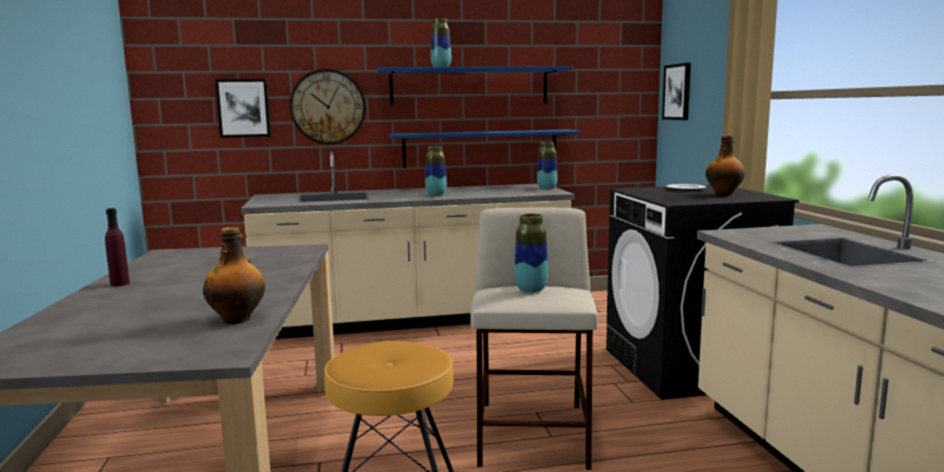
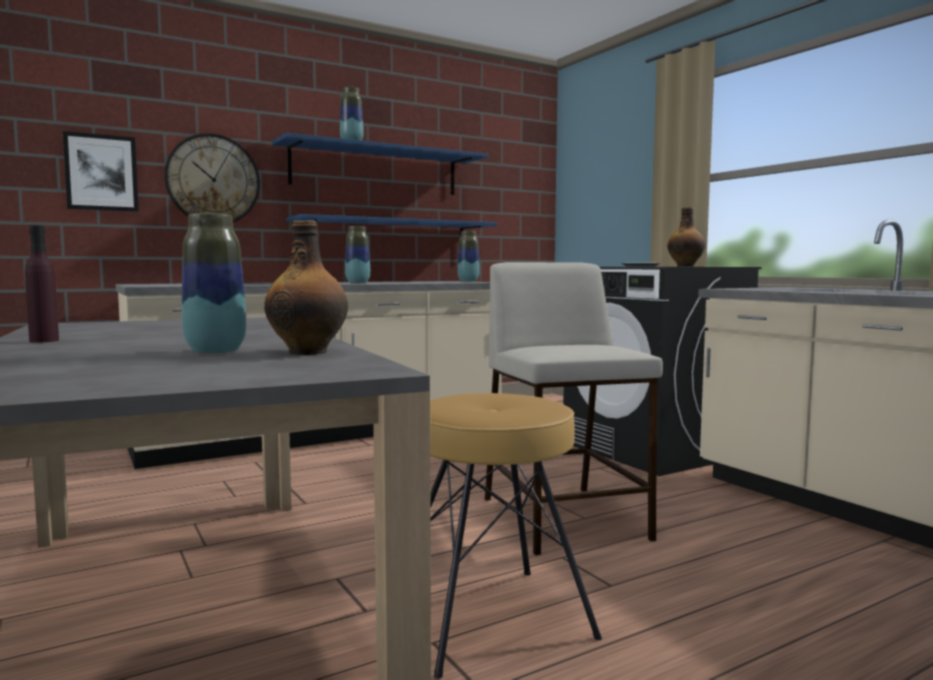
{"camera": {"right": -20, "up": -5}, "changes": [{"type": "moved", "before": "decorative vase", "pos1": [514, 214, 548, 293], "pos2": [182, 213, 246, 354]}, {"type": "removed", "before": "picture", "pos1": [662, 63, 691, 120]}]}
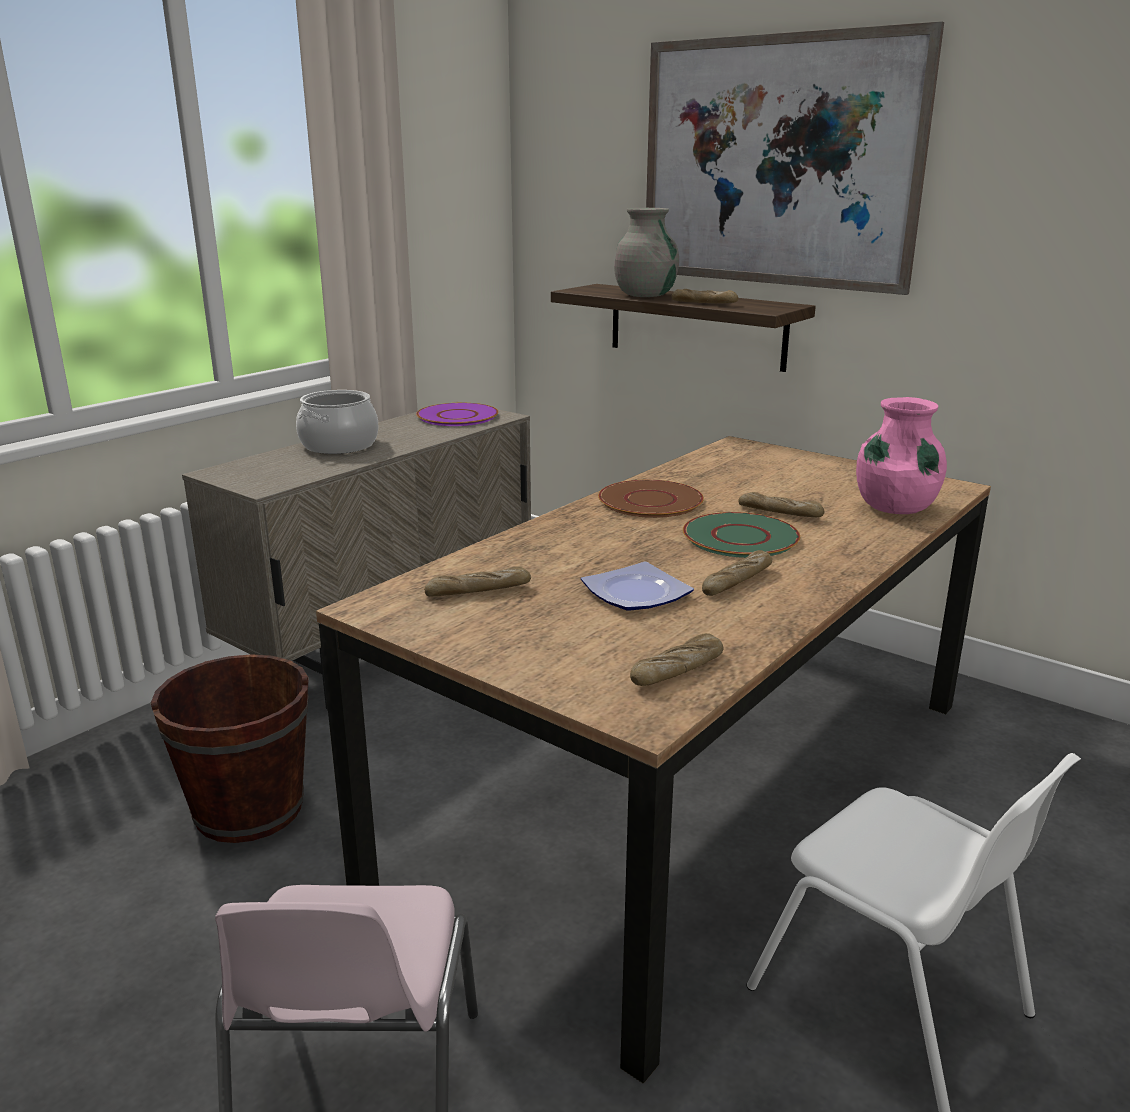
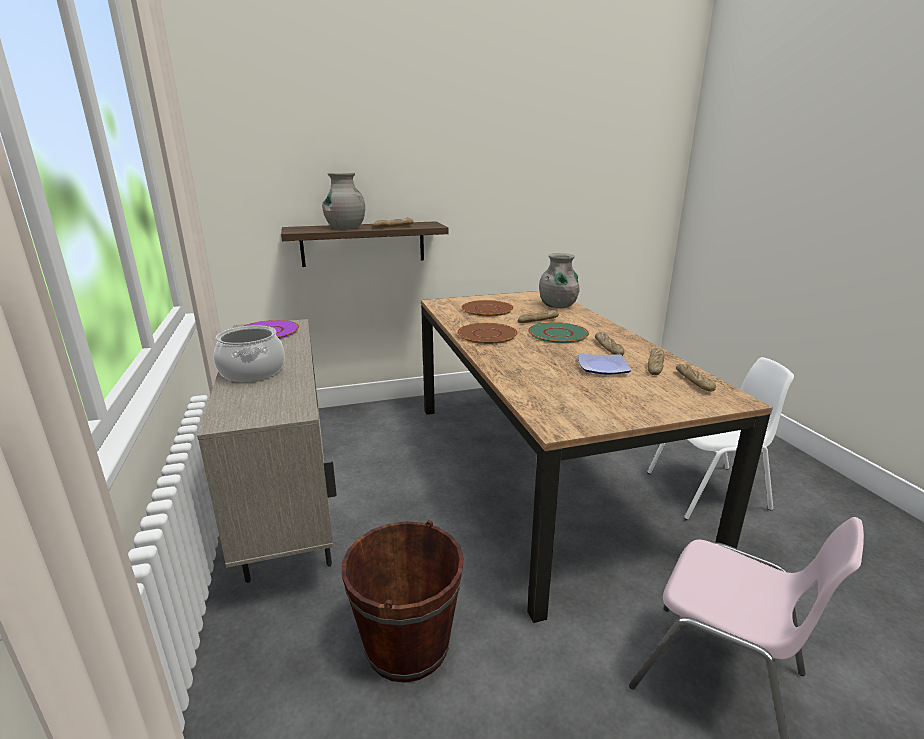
{"camera": {"right": -55, "up": 0}, "changes": [{"type": "added", "after": "brownish dinner plate", "pos2": [462, 300, 514, 316]}, {"type": "recoloured", "before": "pinkish decorative vase", "after": "grey decorative vase", "pos1": [856, 397, 947, 514], "pos2": [539, 253, 580, 308]}, {"type": "moved", "before": "bread", "pos1": [424, 566, 531, 596], "pos2": [648, 348, 664, 375]}, {"type": "removed", "before": "picture", "pos1": [646, 21, 944, 295]}]}
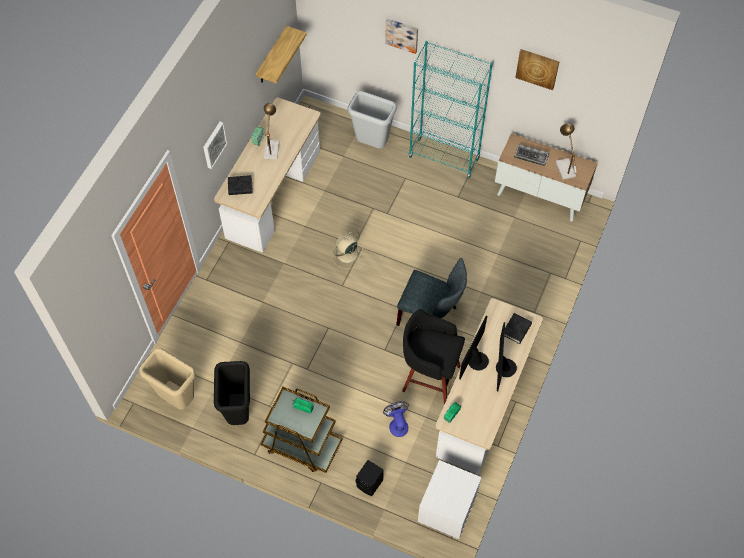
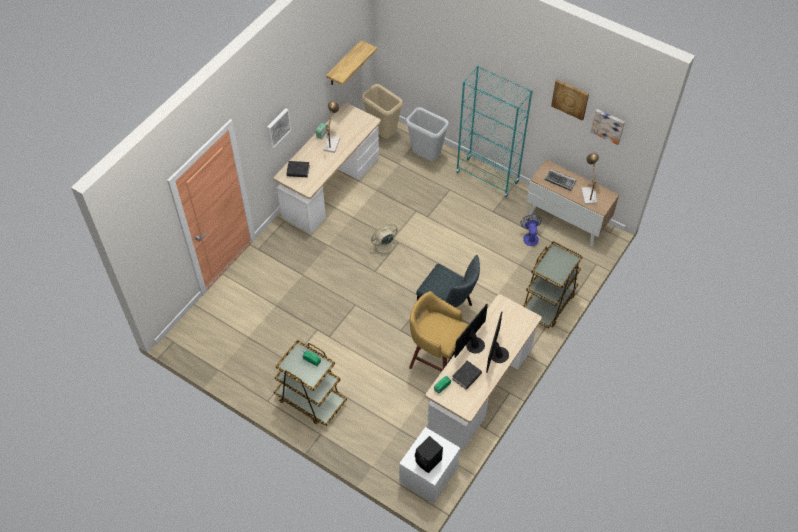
{"camera": {"right": 10, "up": -5}, "changes": [{"type": "moved", "before": "beige rubbish bin", "pos1": [139, 348, 196, 409], "pos2": [361, 84, 403, 139]}, {"type": "recoloured", "before": "black-coloured stool", "after": "yellow-coloured stool", "pos1": [402, 309, 465, 405], "pos2": [409, 291, 468, 372]}, {"type": "moved", "before": "black-coloured speaker", "pos1": [355, 460, 384, 496], "pos2": [415, 436, 443, 473]}, {"type": "moved", "before": "black-coloured volume", "pos1": [504, 313, 532, 344], "pos2": [452, 361, 482, 390]}, {"type": "moved", "before": "electric fan", "pos1": [383, 401, 409, 437], "pos2": [520, 214, 542, 246]}, {"type": "added", "after": "brownish wheeled cart", "pos2": [523, 241, 583, 328]}, {"type": "moved", "before": "picture", "pos1": [385, 18, 418, 54], "pos2": [591, 109, 625, 145]}, {"type": "removed", "before": "black-coloured rubbish bin", "pos1": [214, 361, 250, 425]}]}
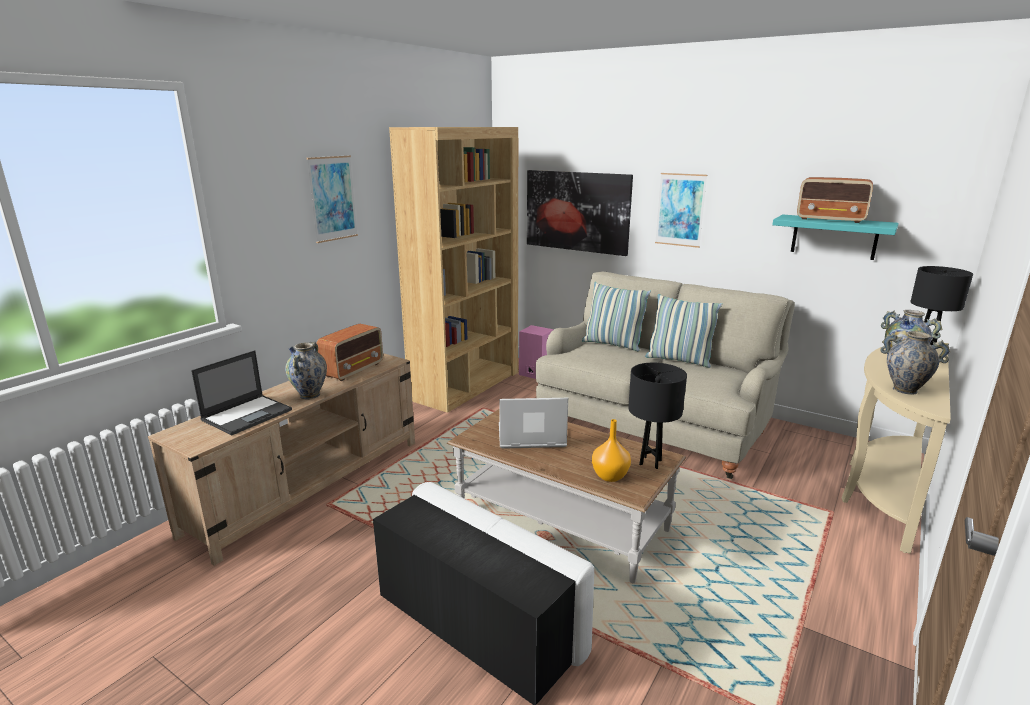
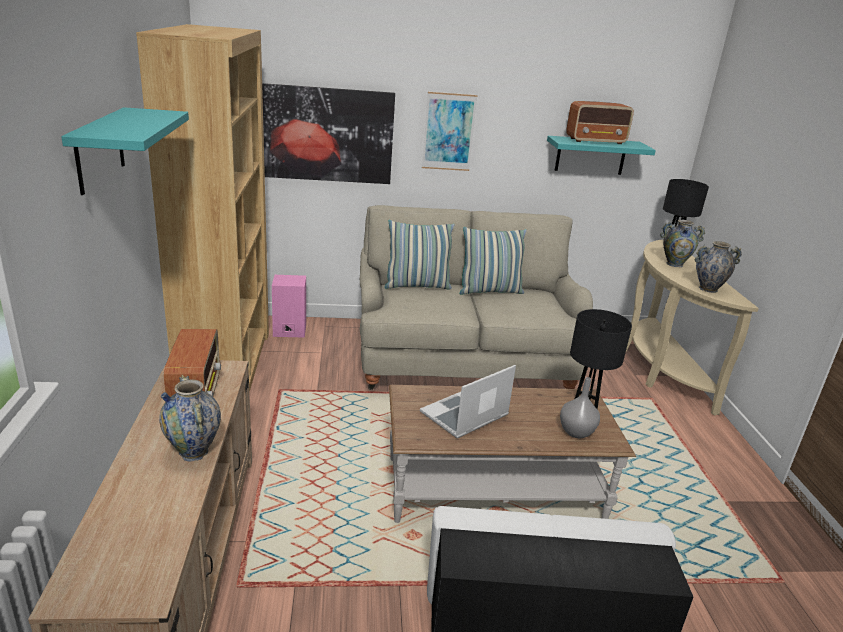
{"camera": {"right": -40, "up": 5}, "changes": [{"type": "replaced", "before": "picture", "after": "blue-green shelf", "pos1": [307, 155, 358, 243], "pos2": [61, 107, 189, 195]}, {"type": "recoloured", "before": "orangey decorative vase", "after": "grey decorative vase", "pos1": [592, 419, 631, 482], "pos2": [560, 377, 600, 438]}, {"type": "removed", "before": "notebook computer", "pos1": [191, 350, 292, 436]}]}
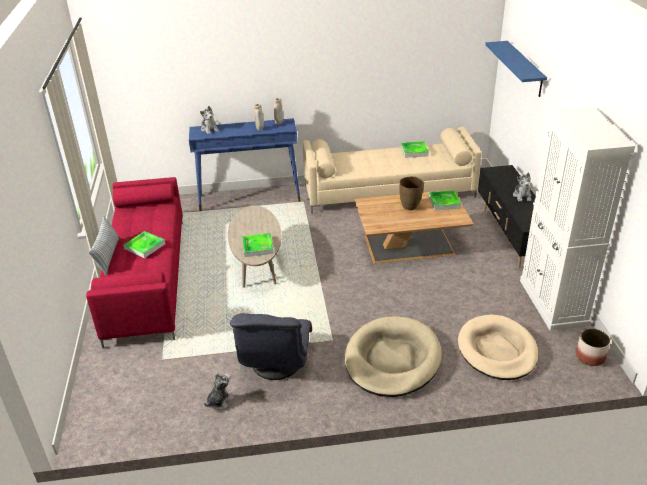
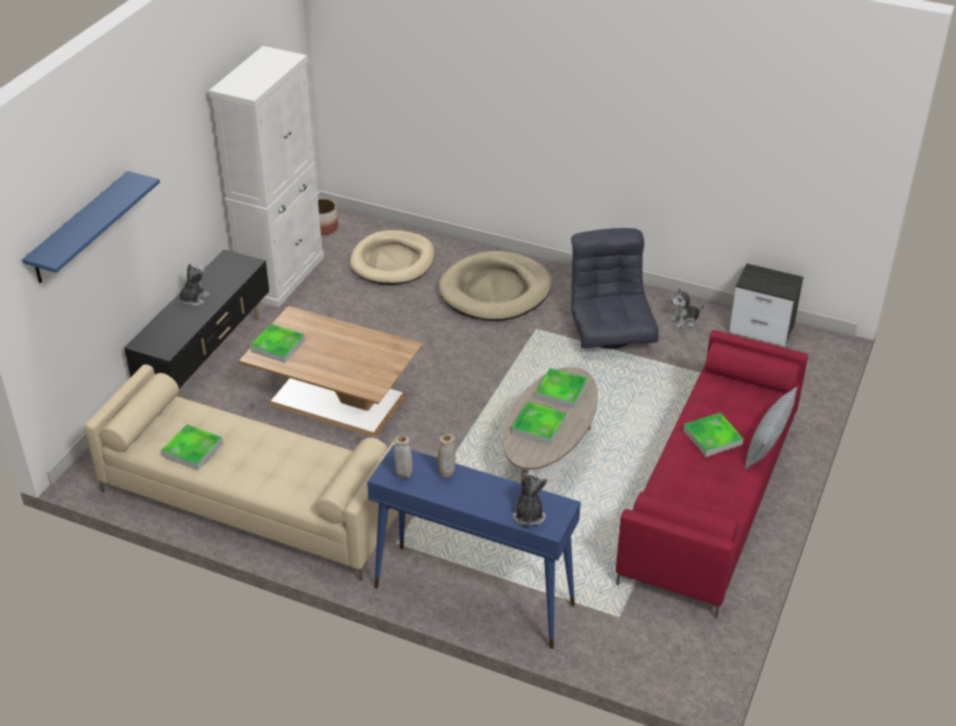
{"camera": {"right": -150, "up": 5}, "changes": [{"type": "added", "after": "tray", "pos2": [511, 402, 567, 445]}, {"type": "turned", "before": "grey armchair", "pos1": [230, 313, 312, 380], "pos2": [571, 228, 659, 349], "turn": -45}, {"type": "added", "after": "bedside table", "pos2": [729, 264, 804, 346]}, {"type": "removed", "before": "brownish decorative vase", "pos1": [399, 176, 424, 210]}]}
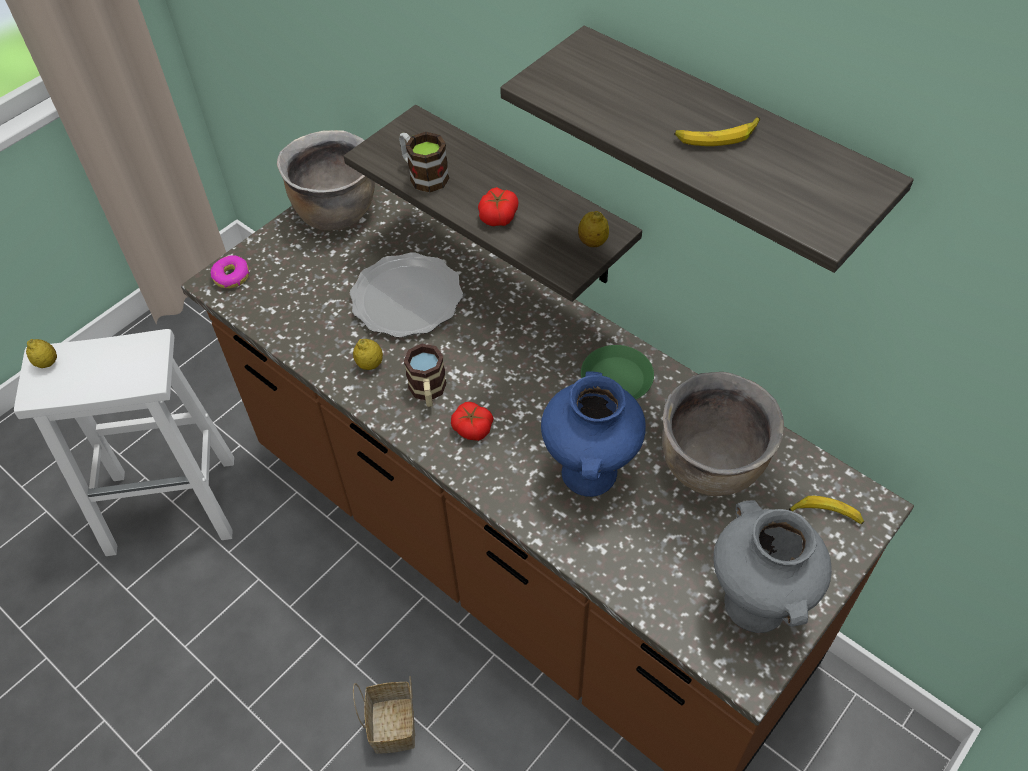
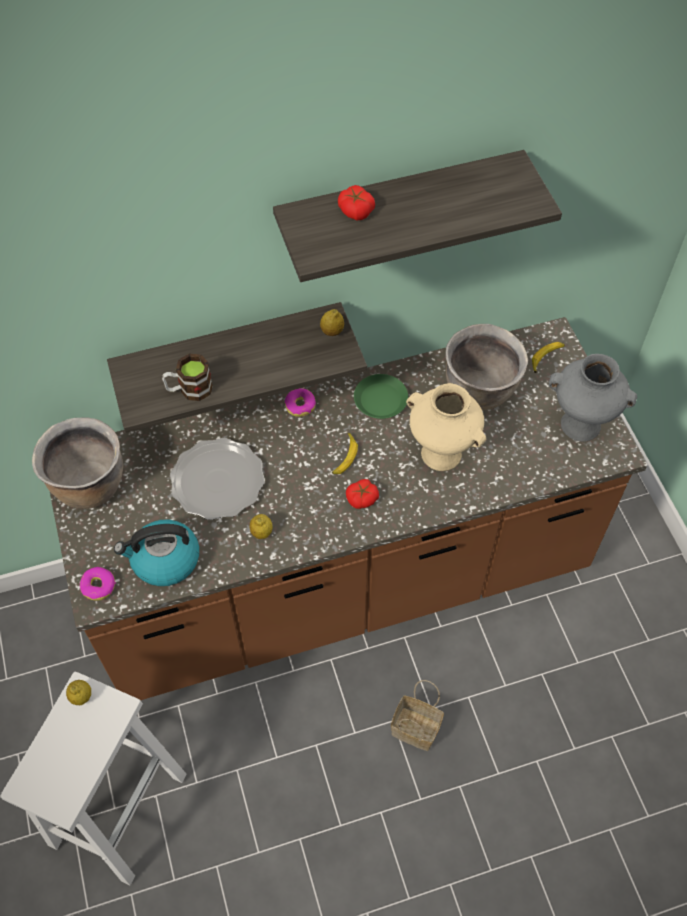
{"camera": {"right": -60, "up": 5}, "changes": [{"type": "moved", "before": "whole lemon", "pos1": [26, 339, 57, 368], "pos2": [66, 680, 91, 705]}, {"type": "added", "after": "kettle", "pos2": [114, 519, 199, 586]}, {"type": "added", "after": "doughnut", "pos2": [284, 388, 316, 417]}, {"type": "moved", "before": "whole banana", "pos1": [675, 117, 760, 146], "pos2": [332, 433, 358, 474]}, {"type": "moved", "before": "fresh tomato", "pos1": [478, 187, 519, 226], "pos2": [338, 185, 375, 220]}, {"type": "recoloured", "before": "blue decorative vase", "after": "beige decorative vase", "pos1": [541, 371, 646, 497], "pos2": [406, 383, 486, 471]}, {"type": "removed", "before": "coffee mug", "pos1": [404, 344, 447, 407]}]}
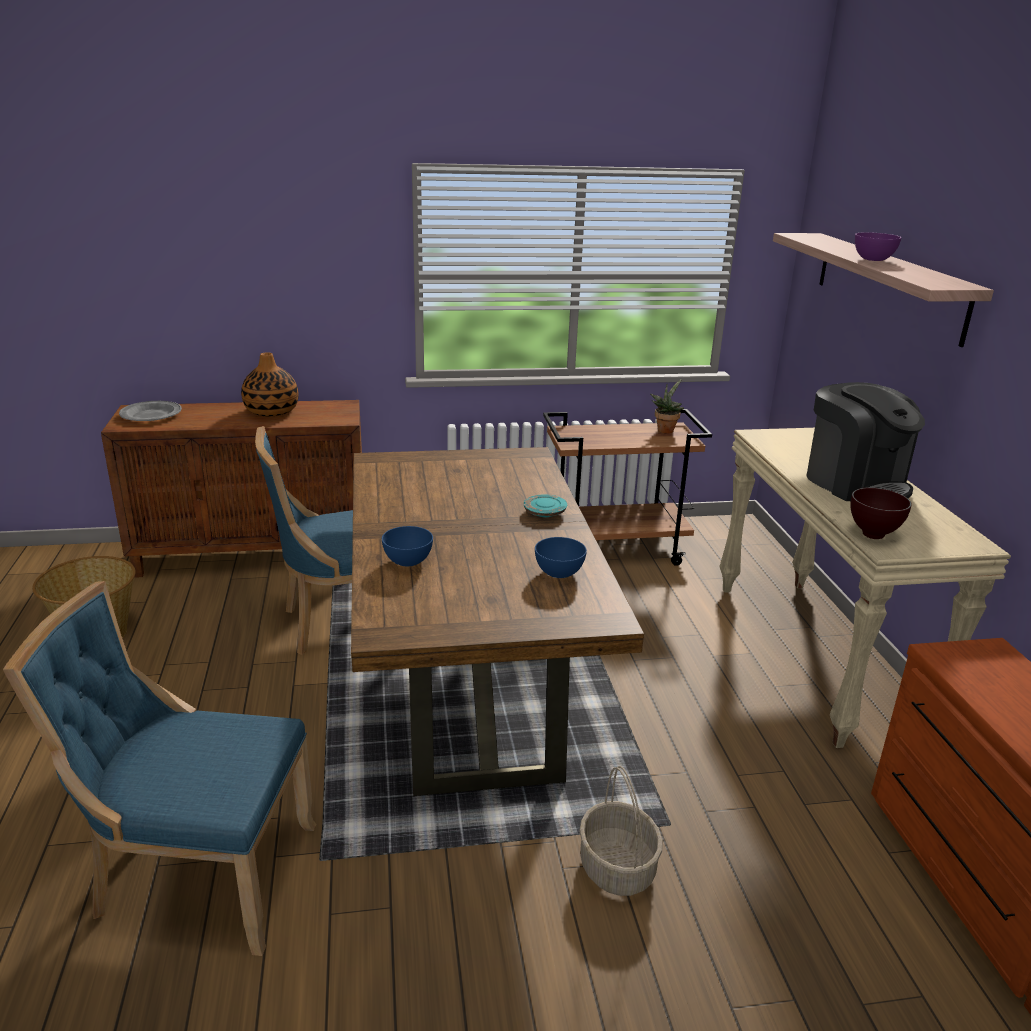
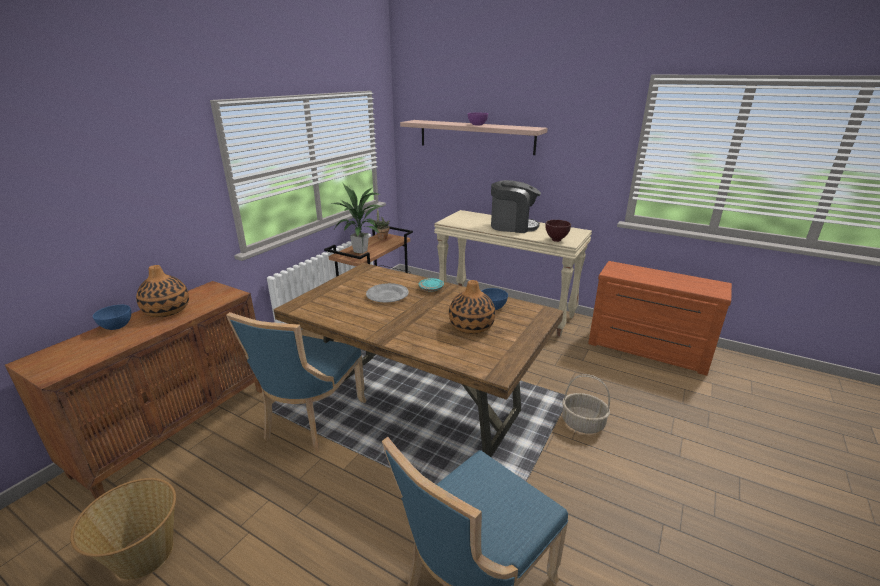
{"camera": {"right": -50, "up": 0}, "changes": [{"type": "moved", "before": "blue serving bowl", "pos1": [382, 526, 433, 566], "pos2": [93, 305, 131, 330]}, {"type": "added", "after": "potted plant", "pos2": [331, 184, 381, 254]}, {"type": "moved", "before": "grey dinner plate", "pos1": [119, 401, 182, 421], "pos2": [366, 283, 409, 302]}, {"type": "added", "after": "decorative vase", "pos2": [449, 280, 495, 334]}]}
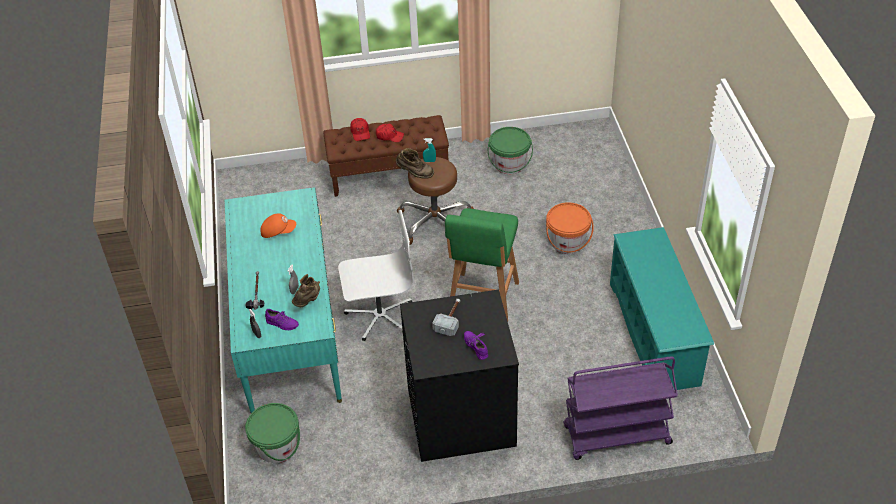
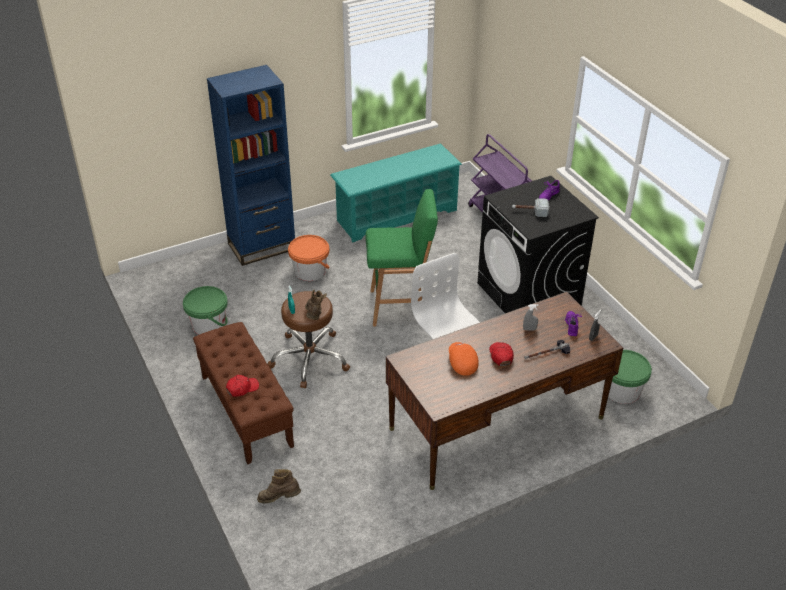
{"camera": {"right": -110, "up": -5}, "changes": [{"type": "added", "after": "blue bookcase", "pos2": [207, 65, 295, 266]}, {"type": "moved", "before": "brownish boot", "pos1": [292, 274, 320, 307], "pos2": [257, 469, 301, 503]}, {"type": "recoloured", "before": "blue-green desk", "after": "brownish desk", "pos1": [225, 187, 342, 413], "pos2": [386, 292, 623, 490]}, {"type": "moved", "before": "red-coloured cap", "pos1": [376, 124, 404, 142], "pos2": [489, 342, 514, 366]}]}
